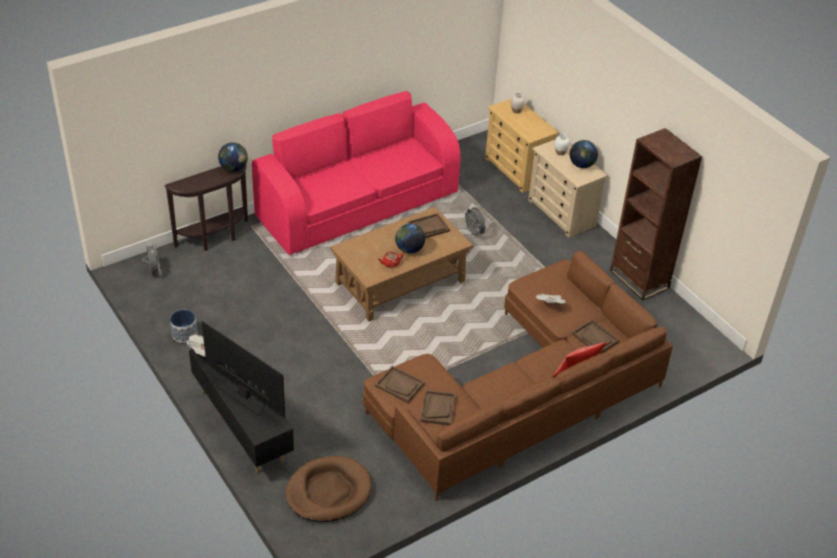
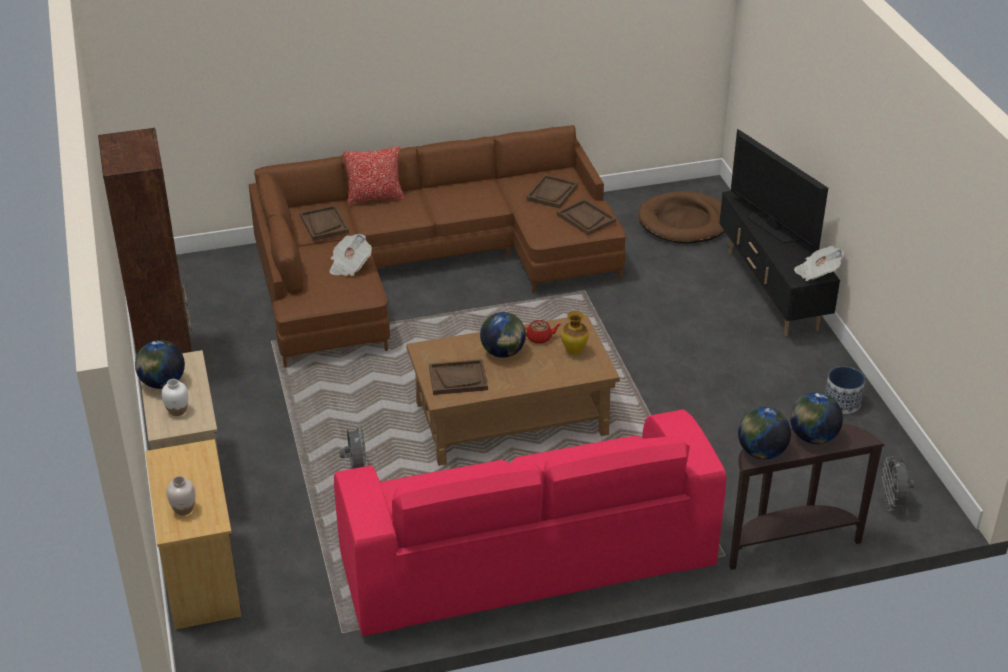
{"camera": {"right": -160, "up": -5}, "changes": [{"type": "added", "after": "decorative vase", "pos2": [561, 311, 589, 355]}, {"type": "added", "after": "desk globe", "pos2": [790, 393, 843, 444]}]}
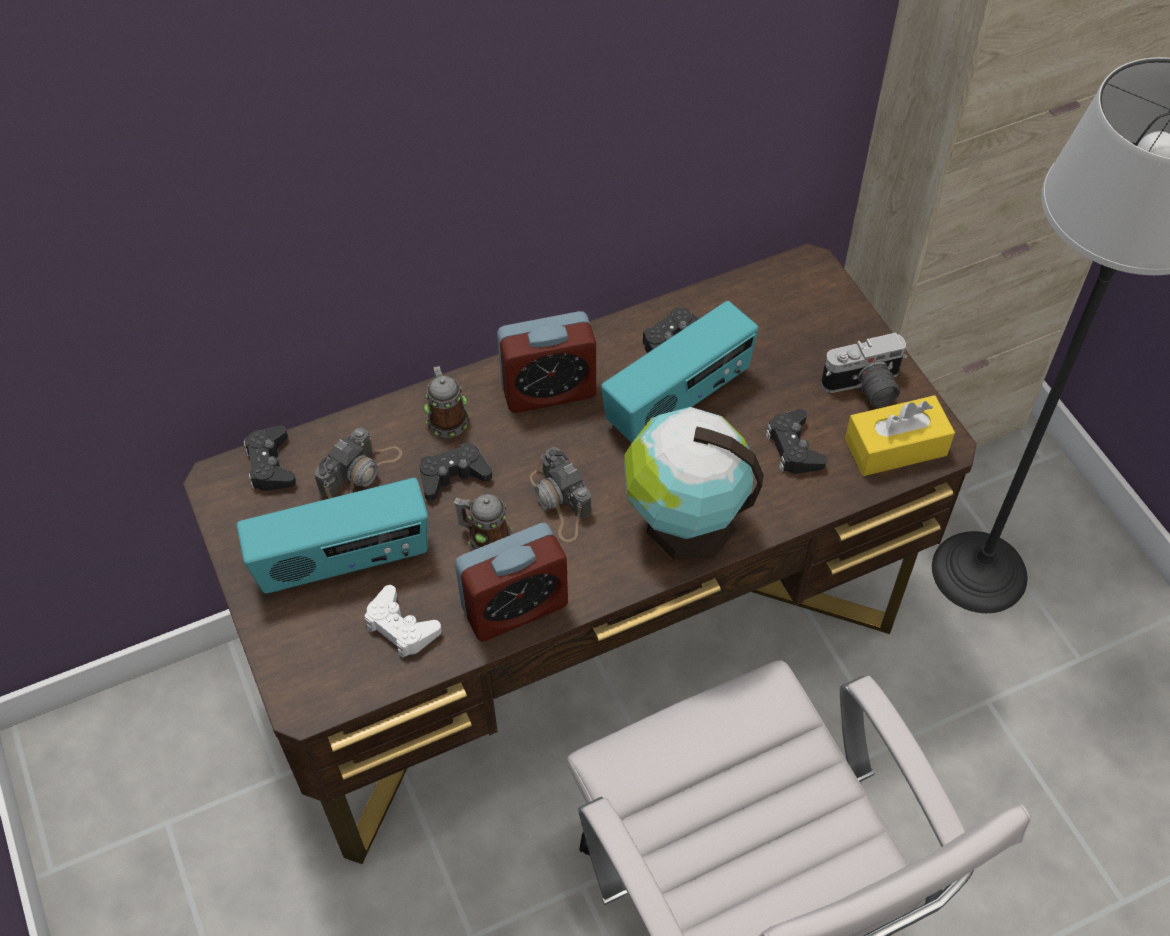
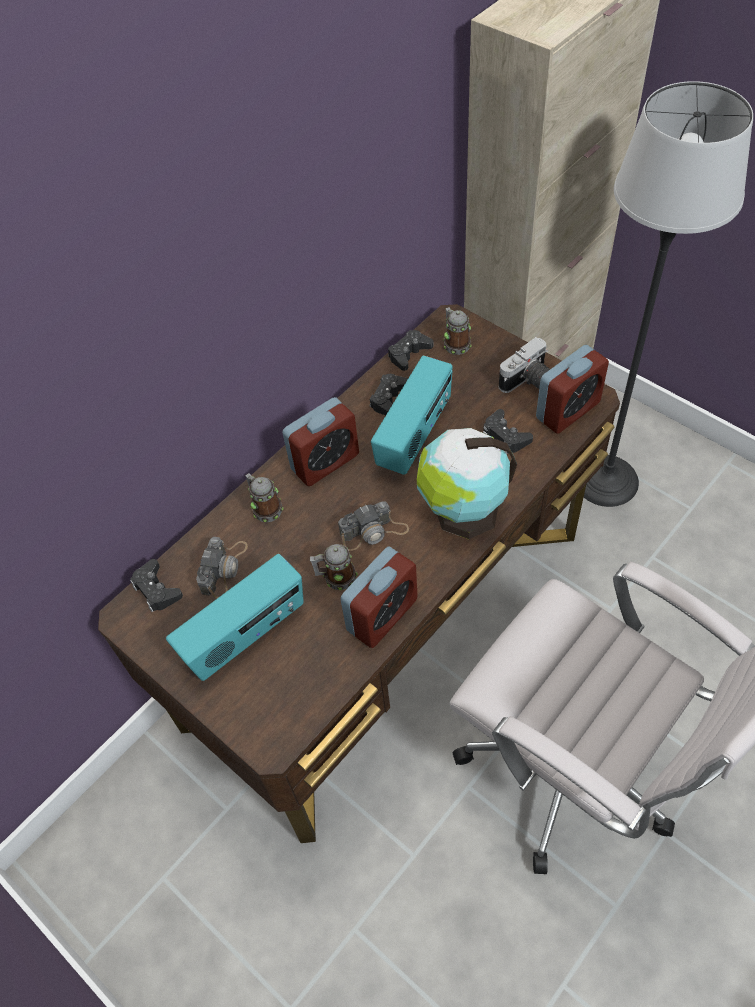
{"camera": {"right": -20, "up": 0}, "changes": [{"type": "turned", "before": "photo camera", "pos1": [530, 447, 592, 542], "pos2": [338, 501, 409, 551], "turn": -60}, {"type": "moved", "before": "black-coloured gamepad", "pos1": [420, 442, 492, 501], "pos2": [388, 330, 433, 371]}, {"type": "added", "after": "coffee mug", "pos2": [443, 307, 472, 355]}, {"type": "replaced", "before": "yellow-coloured tissue holder", "after": "bedside clock", "pos1": [845, 395, 955, 476], "pos2": [536, 345, 609, 434]}, {"type": "removed", "before": "white gamepad", "pos1": [364, 585, 442, 658]}]}
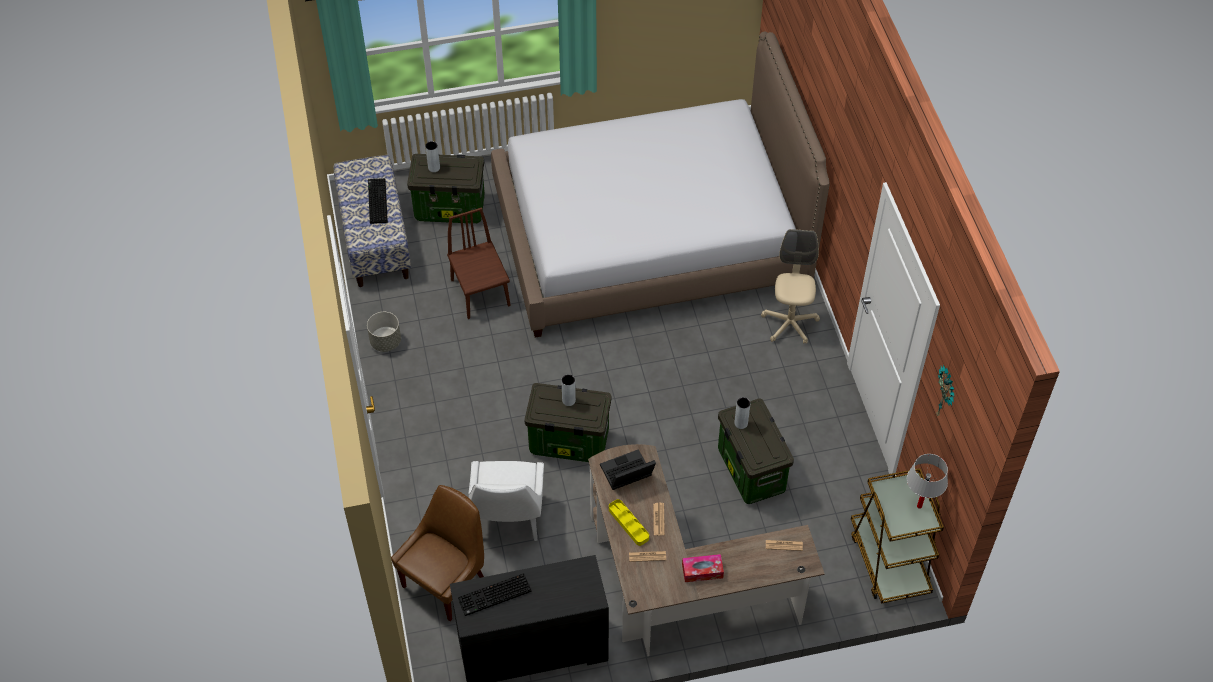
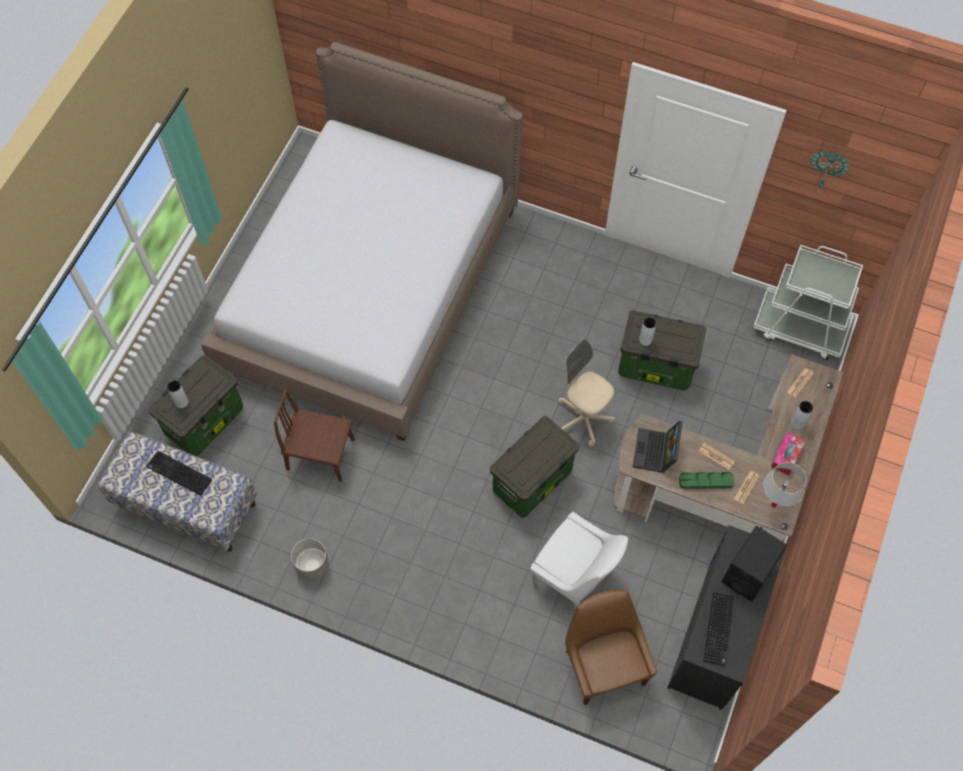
{"camera": {"right": -55, "up": 10}, "changes": [{"type": "moved", "before": "beige computer chair", "pos1": [761, 229, 820, 344], "pos2": [558, 339, 615, 446]}, {"type": "recoloured", "before": "yellow-coloured tray", "after": "green tray", "pos1": [609, 499, 649, 546], "pos2": [679, 472, 734, 489]}, {"type": "added", "after": "black-coloured speaker", "pos2": [722, 526, 787, 601]}, {"type": "recoloured", "before": "brownish wheeled cart", "after": "white wheeled cart", "pos1": [851, 468, 944, 604], "pos2": [753, 245, 863, 360]}, {"type": "moved", "before": "white table lamp", "pos1": [907, 454, 948, 509], "pos2": [763, 462, 806, 508]}, {"type": "moved", "before": "grey decorative vase", "pos1": [561, 374, 576, 406], "pos2": [791, 401, 813, 429]}]}
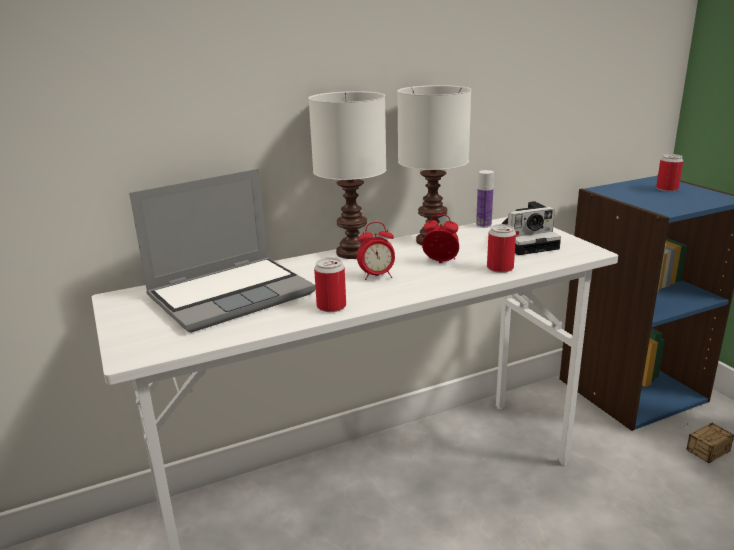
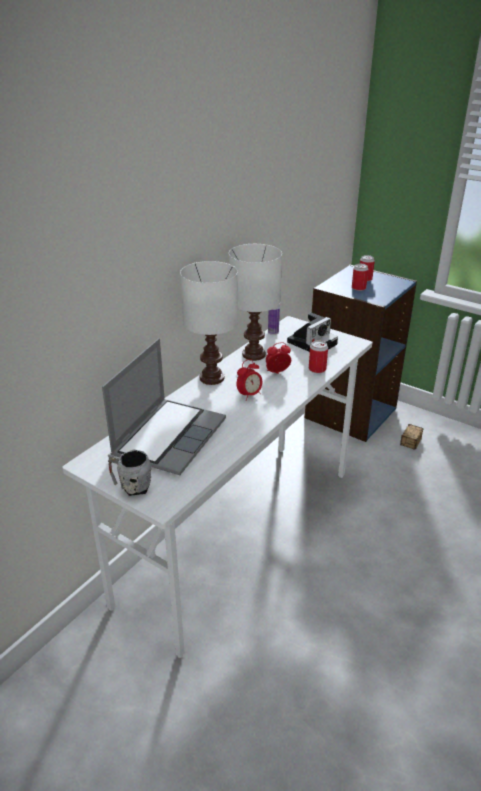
{"camera": {"right": -30, "up": 10}, "changes": [{"type": "added", "after": "grey coffee mug", "pos2": [108, 449, 152, 496]}, {"type": "moved", "before": "sealed can", "pos1": [314, 257, 346, 312], "pos2": [352, 264, 368, 291]}]}
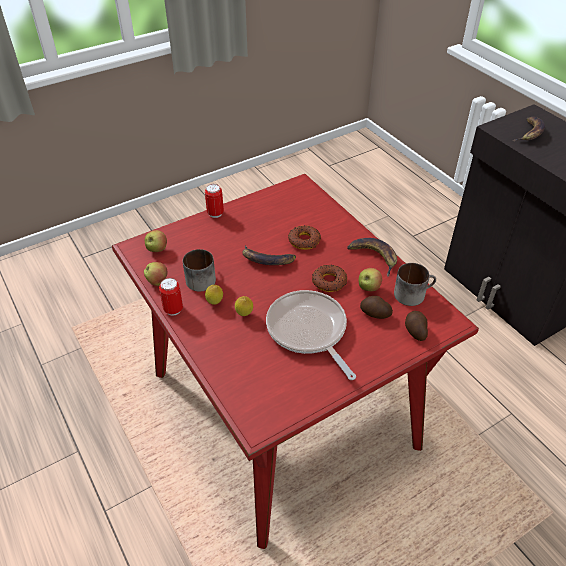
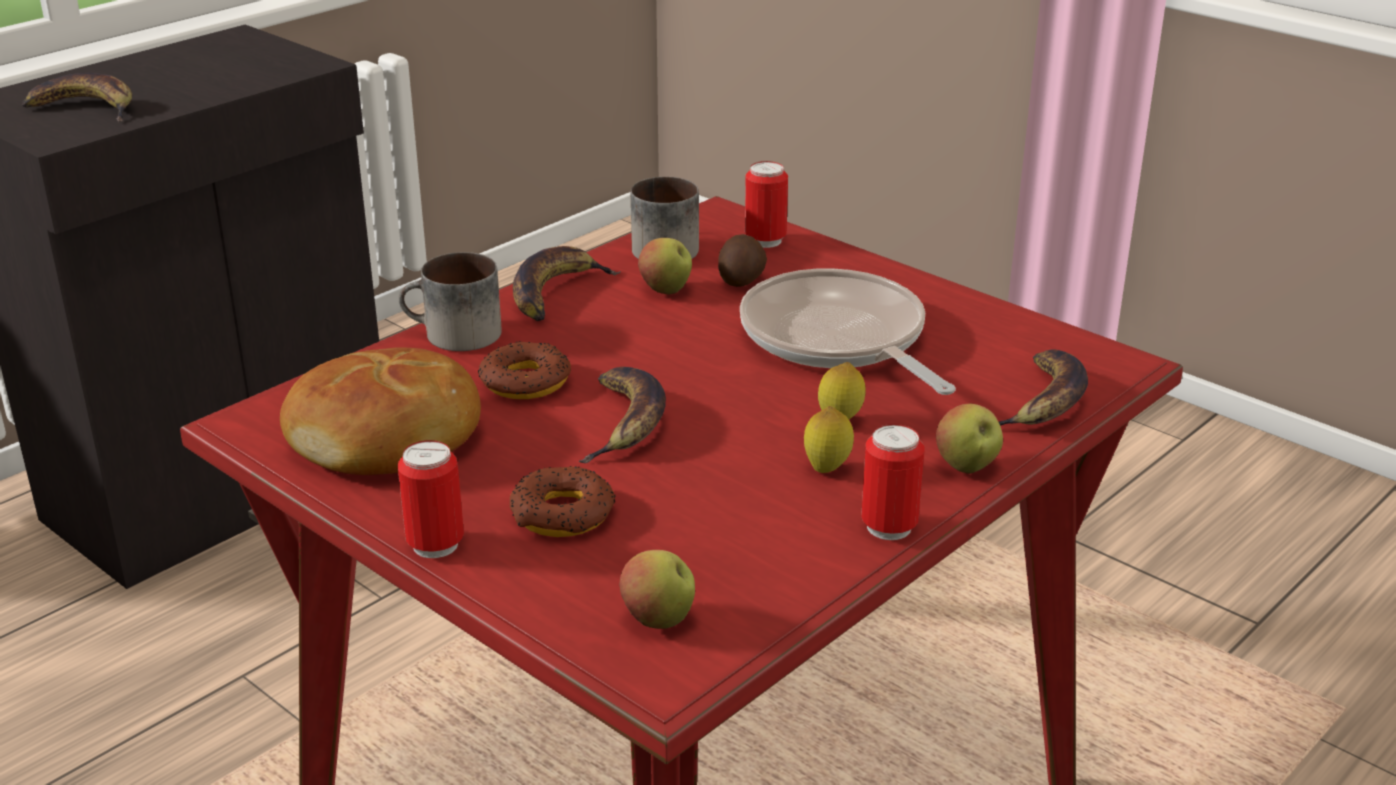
{"camera": {"right": -105, "up": -15}, "changes": [{"type": "added", "after": "bread", "pos2": [280, 347, 481, 475]}, {"type": "moved", "before": "coffee mug", "pos1": [183, 249, 216, 291], "pos2": [398, 252, 502, 351]}, {"type": "moved", "before": "doughnut", "pos1": [312, 265, 347, 292], "pos2": [510, 466, 615, 537]}, {"type": "turned", "before": "frying pan", "pos1": [266, 290, 356, 380], "pos2": [740, 268, 956, 395], "turn": 105}, {"type": "replaced", "before": "spud", "after": "sealed can", "pos1": [405, 311, 428, 341], "pos2": [745, 161, 788, 248]}, {"type": "moved", "before": "apple", "pos1": [144, 262, 168, 286], "pos2": [936, 404, 1003, 474]}, {"type": "added", "after": "whole banana", "pos2": [999, 350, 1088, 426]}]}
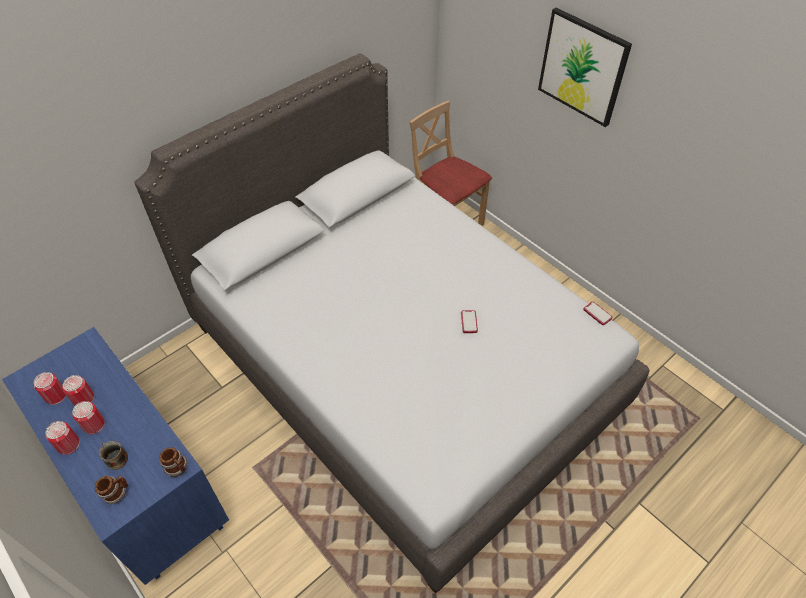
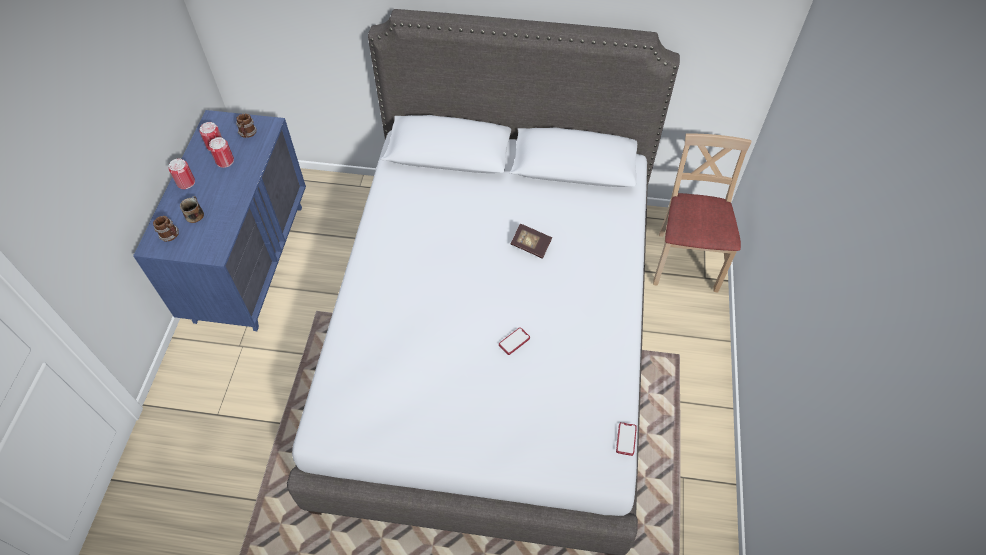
{"camera": {"right": 50, "up": 5}, "changes": [{"type": "moved", "before": "coffee mug", "pos1": [159, 447, 188, 477], "pos2": [236, 114, 257, 138]}, {"type": "added", "after": "volume", "pos2": [510, 223, 552, 259]}, {"type": "removed", "before": "sealed can", "pos1": [72, 401, 105, 434]}, {"type": "removed", "before": "picture", "pos1": [538, 8, 632, 127]}]}
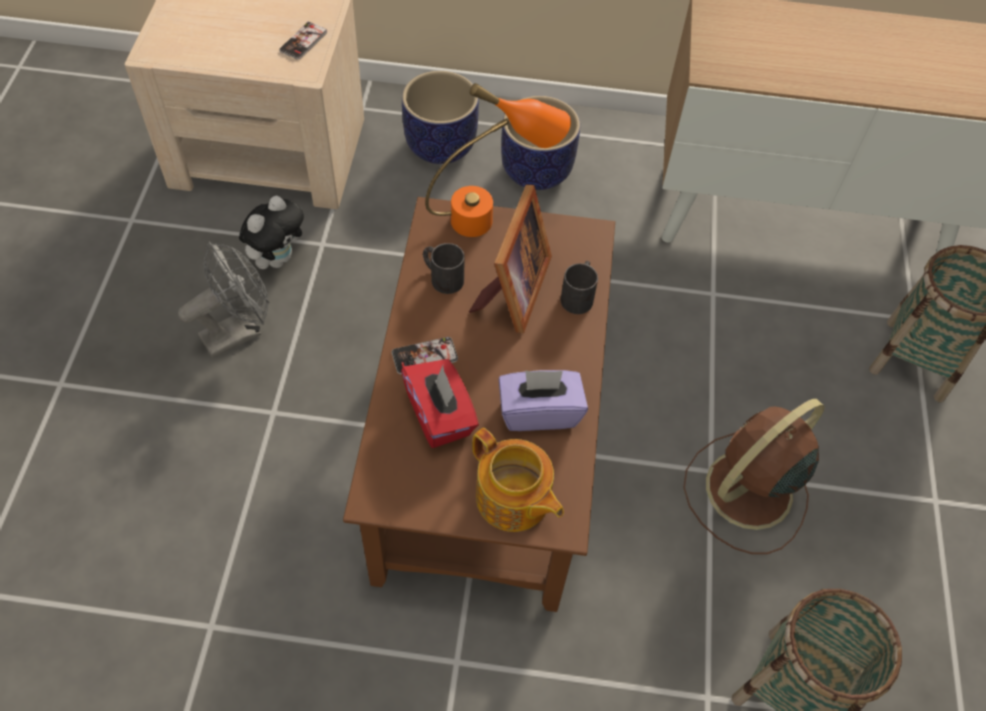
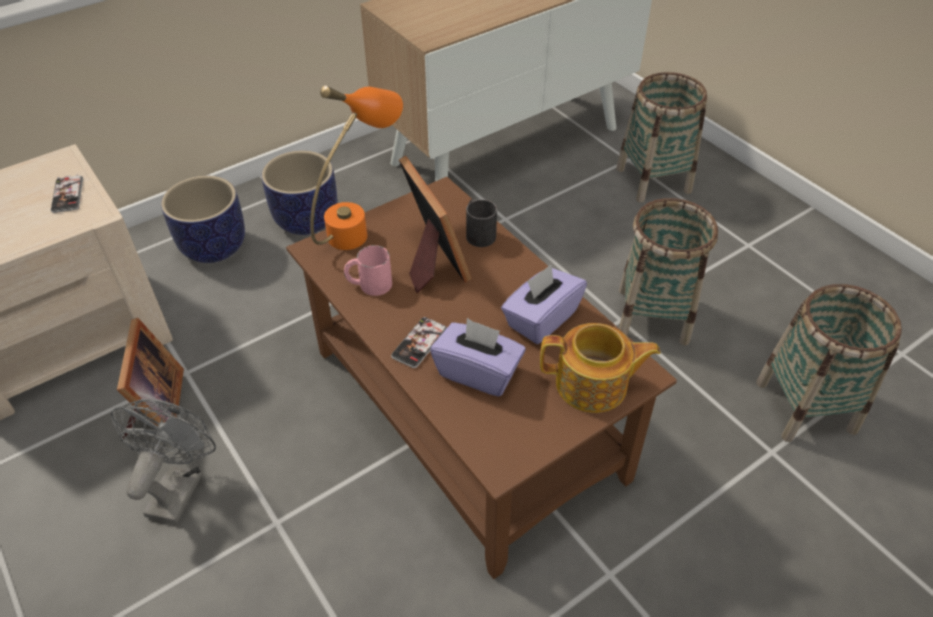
{"camera": {"right": -40, "up": -10}, "changes": [{"type": "replaced", "before": "plush toy", "after": "photo frame", "pos1": [239, 196, 304, 269], "pos2": [117, 318, 184, 438]}, {"type": "recoloured", "before": "black-coloured coffee mug", "after": "pinkish coffee mug", "pos1": [423, 243, 465, 294], "pos2": [344, 245, 392, 296]}, {"type": "recoloured", "before": "red-coloured tissue holder", "after": "purplish tissue holder", "pos1": [401, 359, 479, 448], "pos2": [430, 318, 526, 397]}, {"type": "replaced", "before": "brownish electric fan", "after": "household basket", "pos1": [683, 399, 825, 554], "pos2": [619, 198, 718, 346]}]}
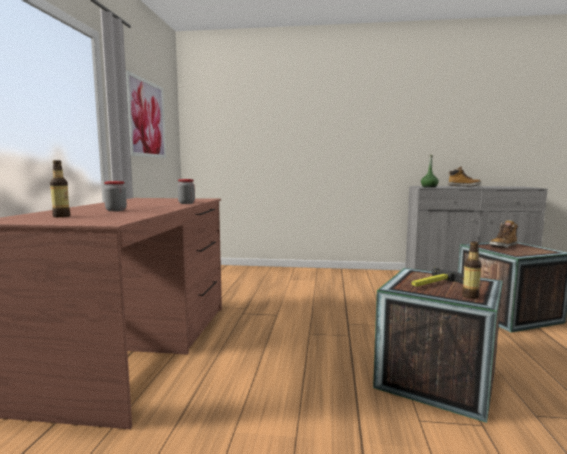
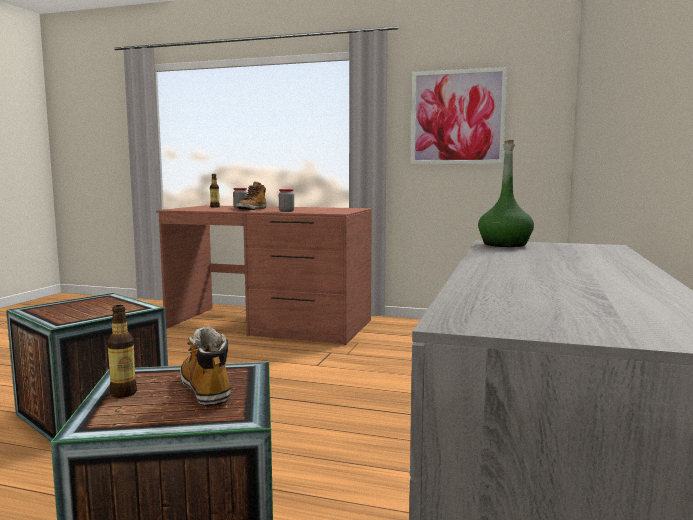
{"camera": {"right": 100, "up": 0}, "changes": [{"type": "moved", "before": "beverage bottle", "pos1": [462, 241, 482, 299], "pos2": [107, 305, 137, 398]}, {"type": "moved", "before": "boot", "pos1": [448, 166, 481, 187], "pos2": [237, 182, 267, 210]}, {"type": "removed", "before": "hammer", "pos1": [411, 268, 464, 287]}]}
